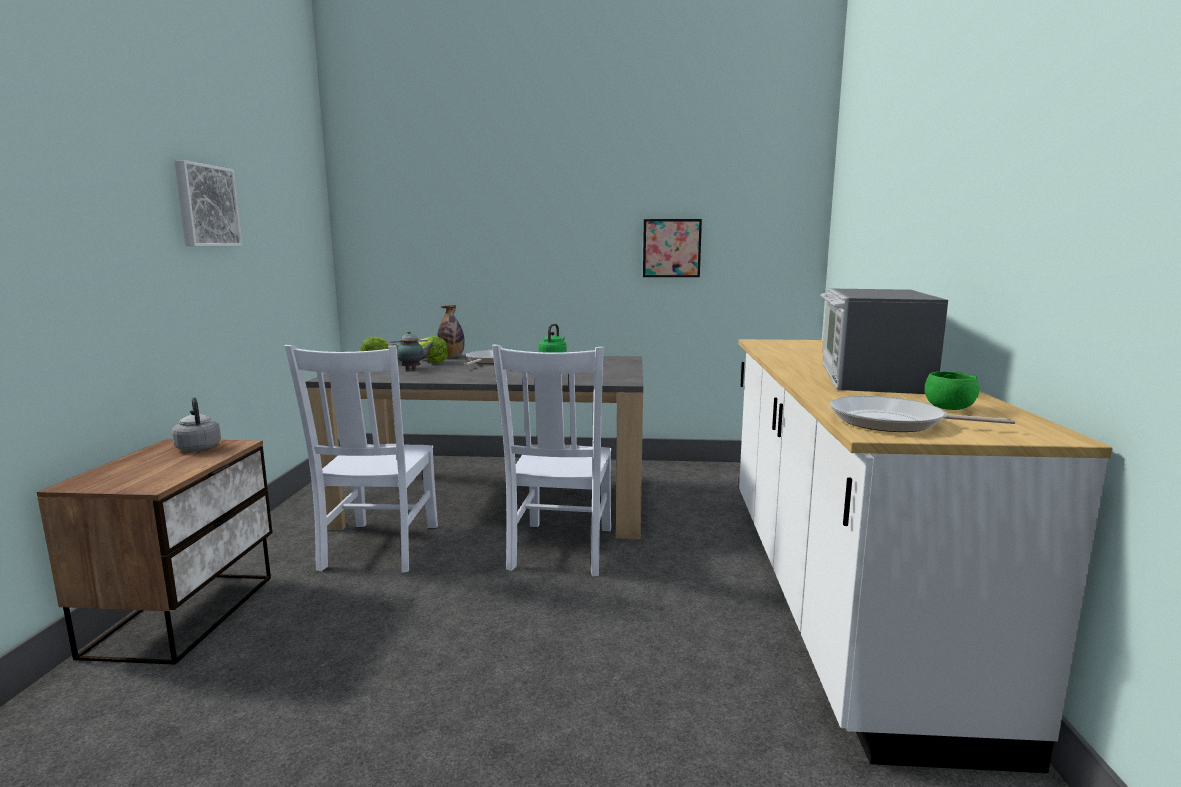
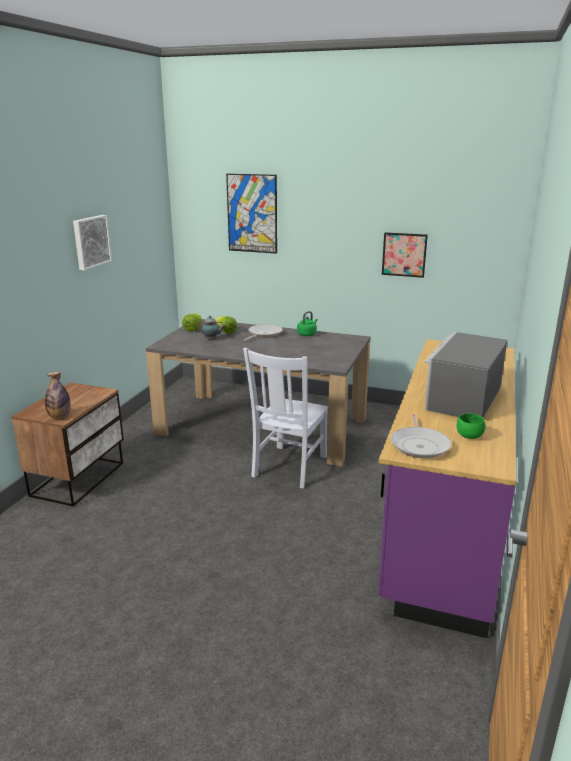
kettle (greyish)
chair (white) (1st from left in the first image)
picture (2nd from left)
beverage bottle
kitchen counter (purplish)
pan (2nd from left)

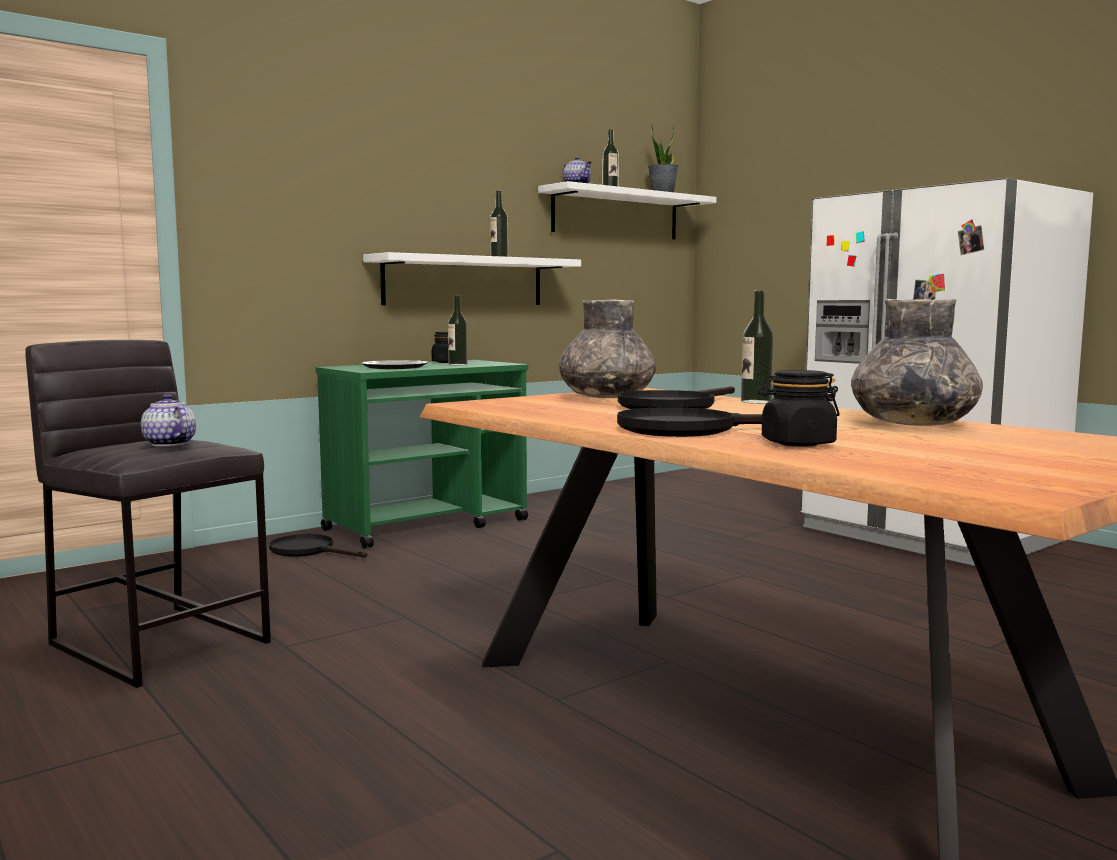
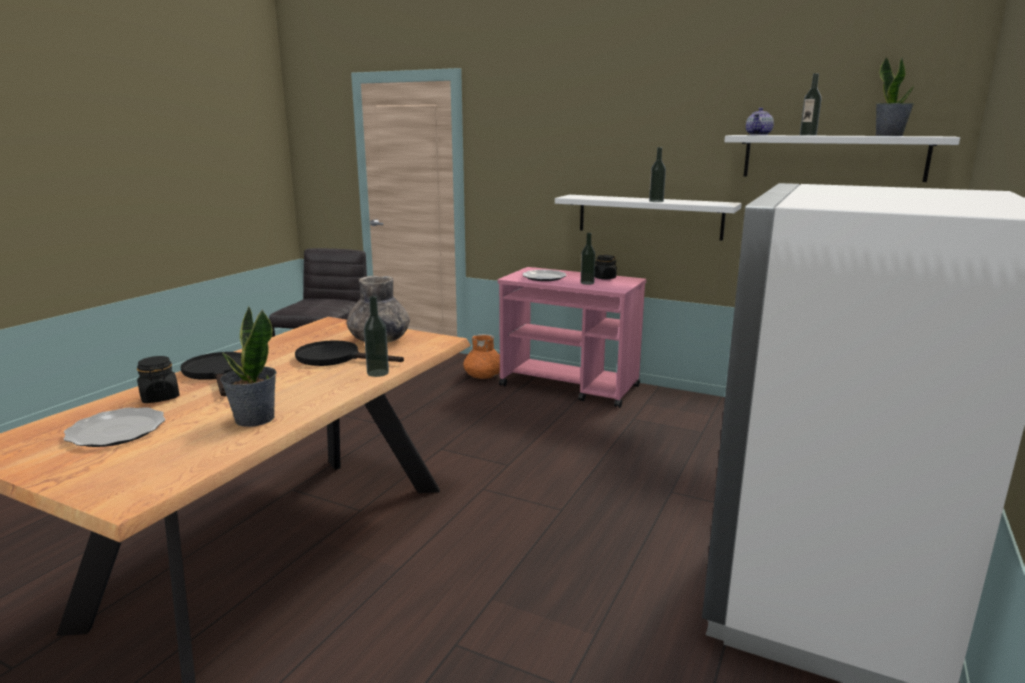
pot for tea (1st from left in the first image)
flat dish (1st from left)
vase (orange)
houseplant (1st from left)
cart (pink-coloured)

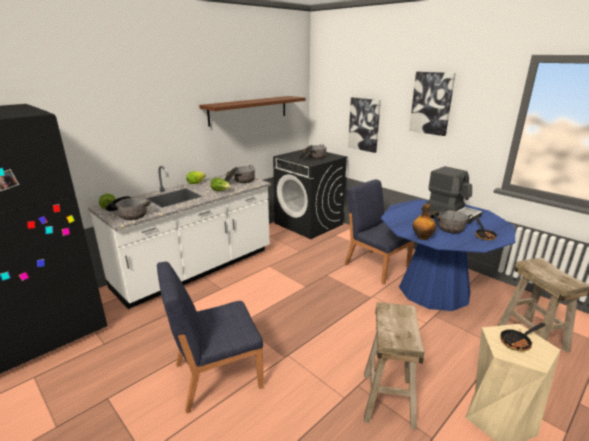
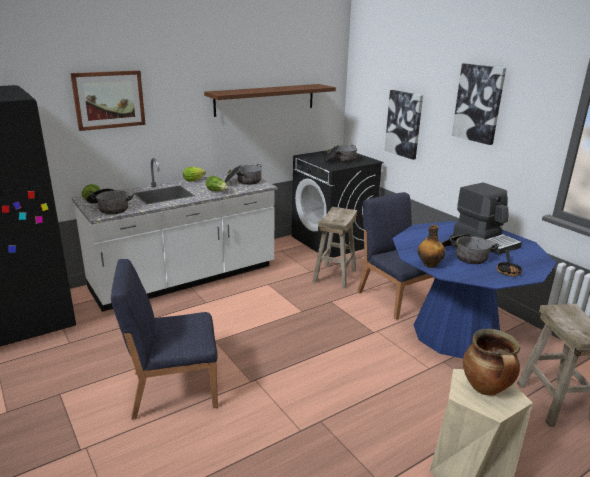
picture (1st from left)
stool seat (beige) (1st from left)
stockpot (5th from left)

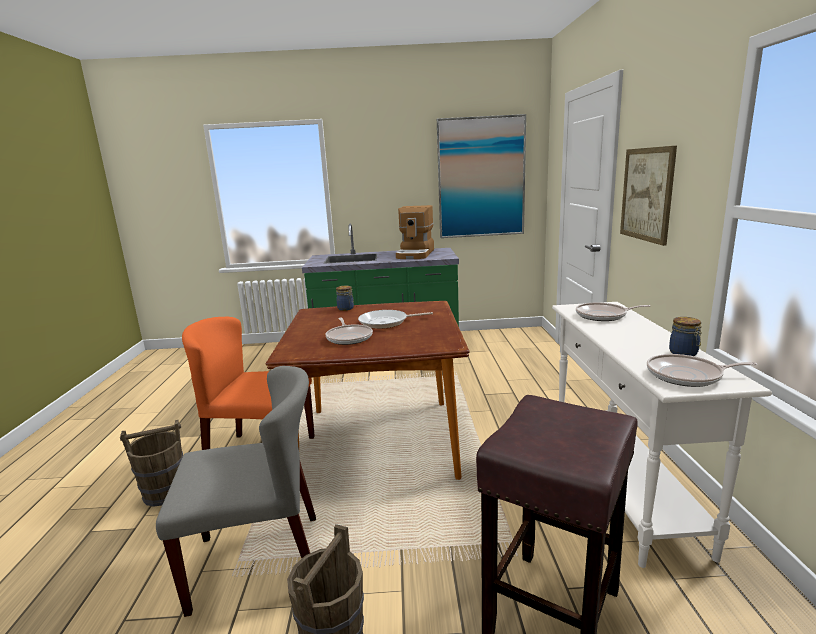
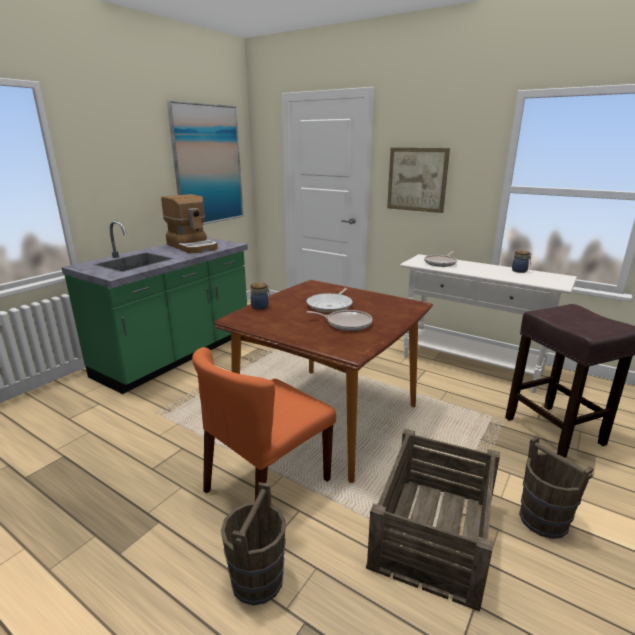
pan (4th from left in the first image)
crate

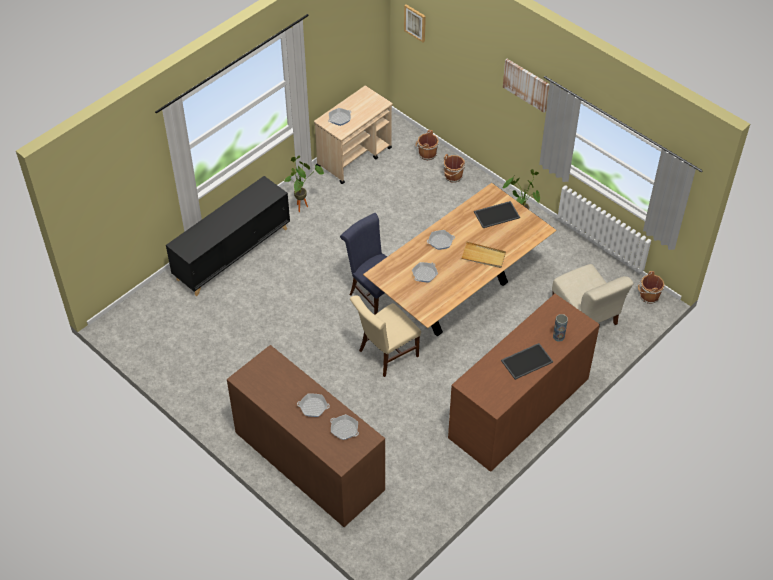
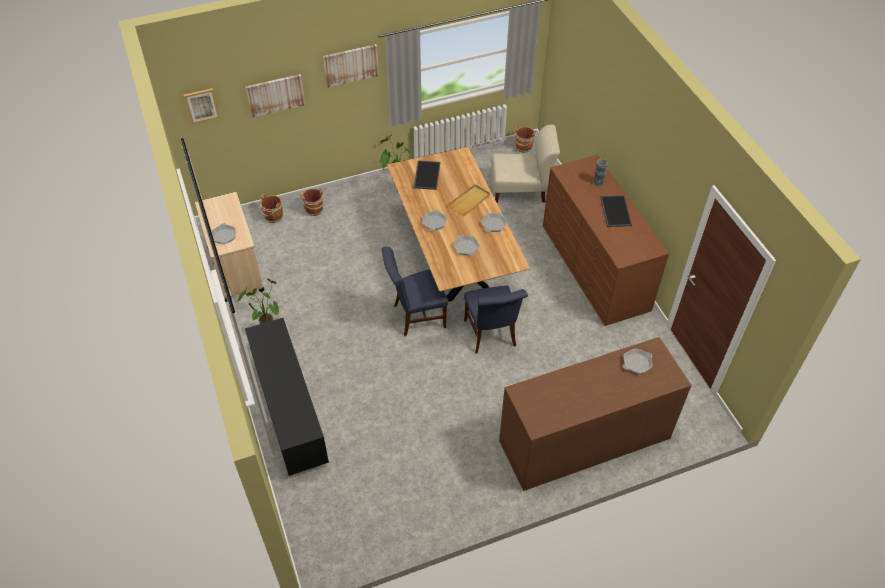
picture (2nd from left)
pan (4th from left)
chair (blue) (2nd from left)

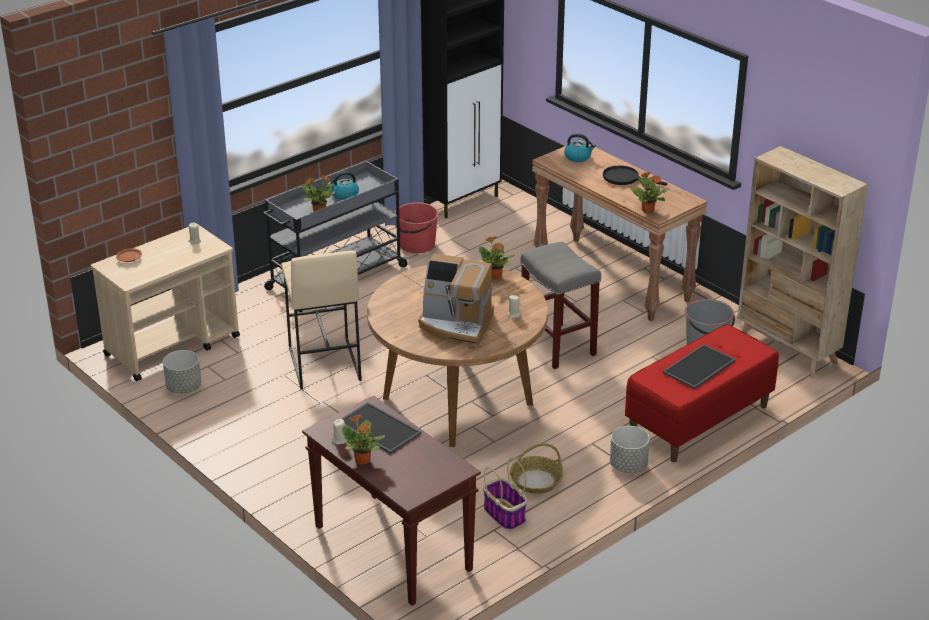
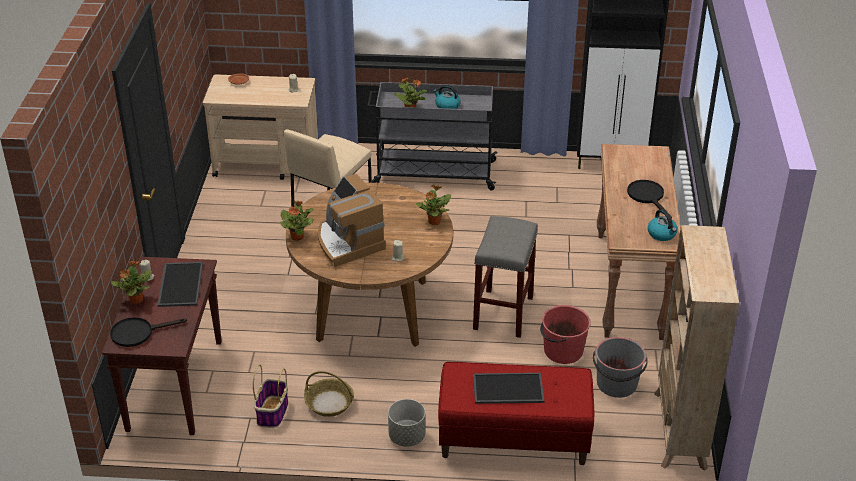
flower pot (greyish) (1st from left in the first image)
pan (blackish) (1st from left)
water bucket (red)
kettle (2nd from left)
houseplant (2nd from left)

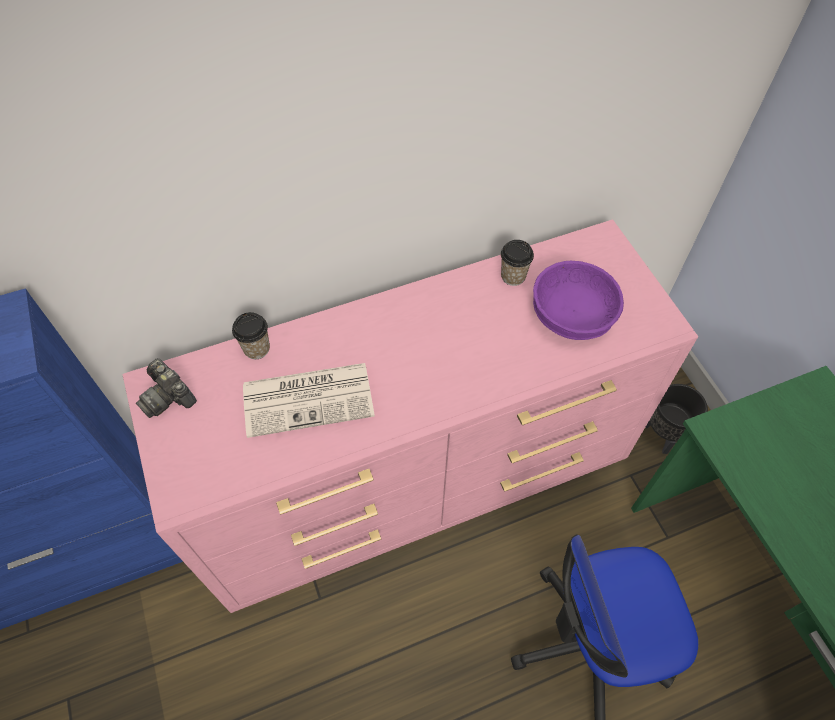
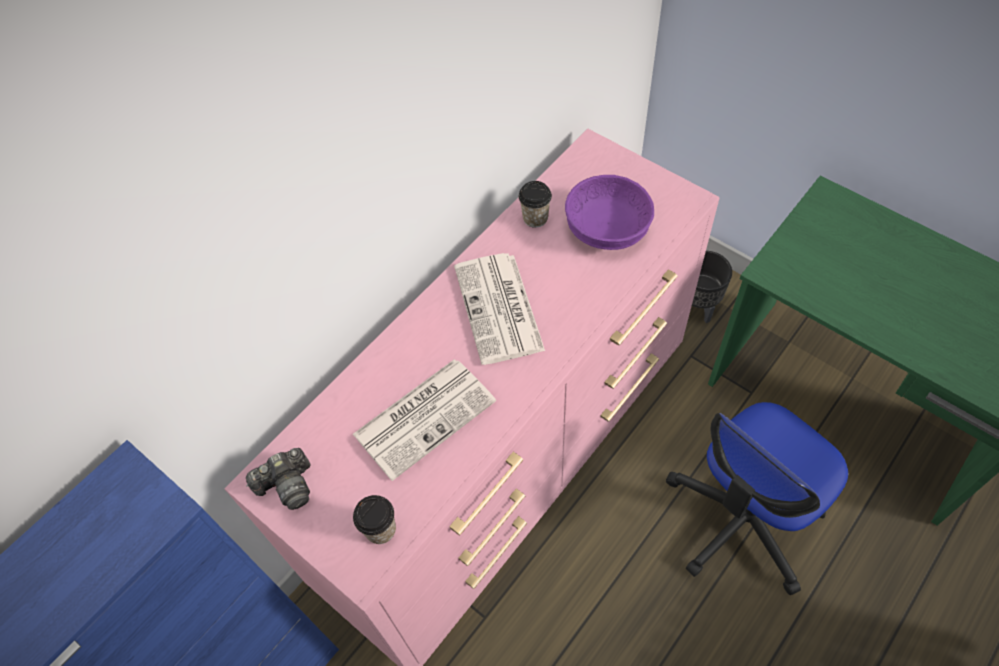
newspaper (2nd from left)
drinking cup (1st from left)
photo camera

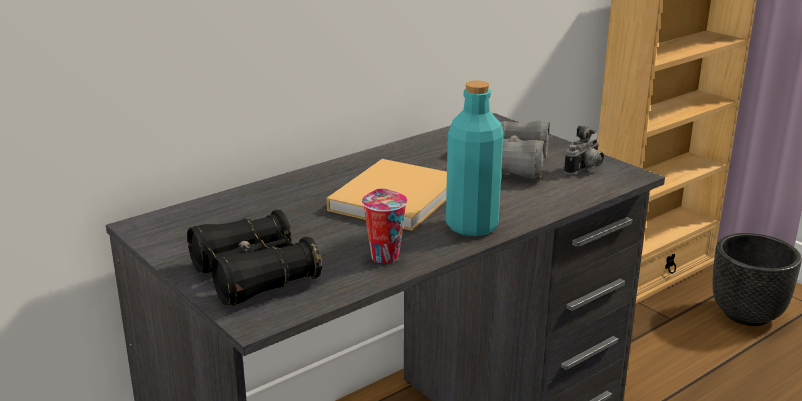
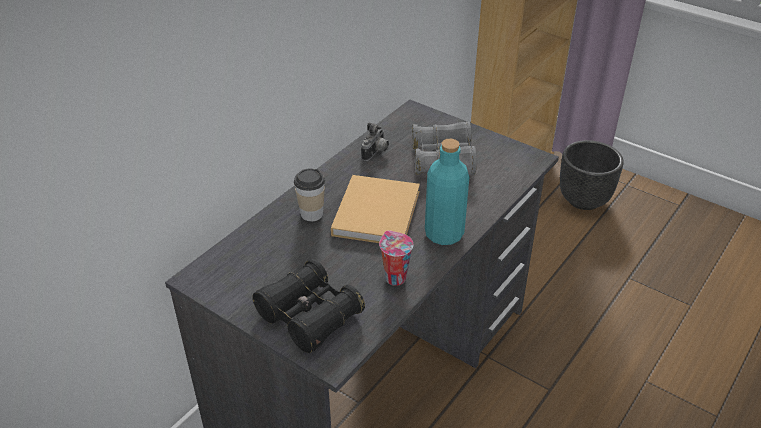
drinking cup (1st from left)
photo camera

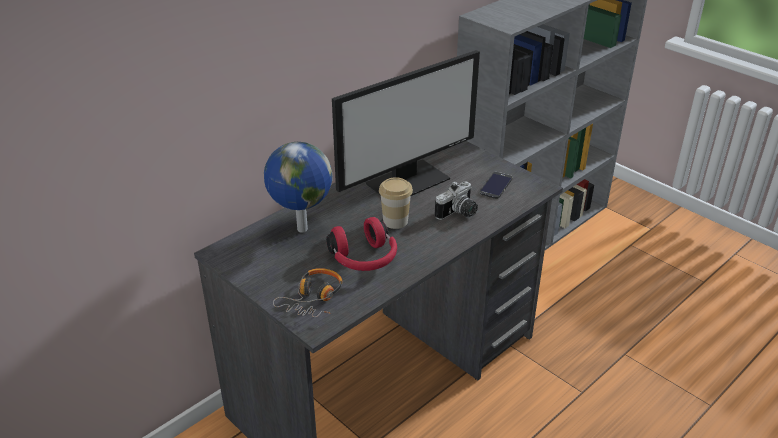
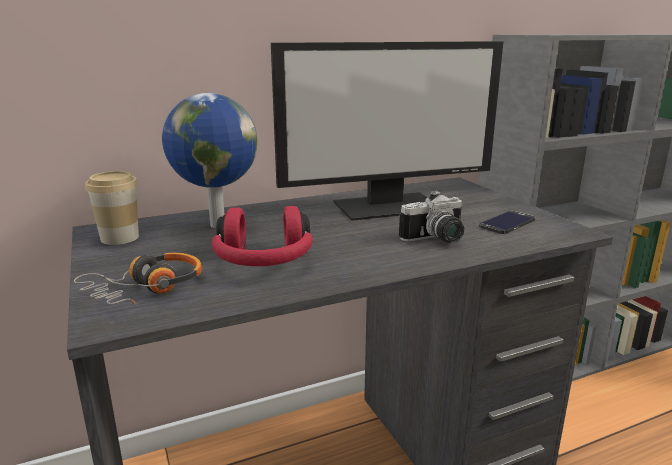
drinking cup

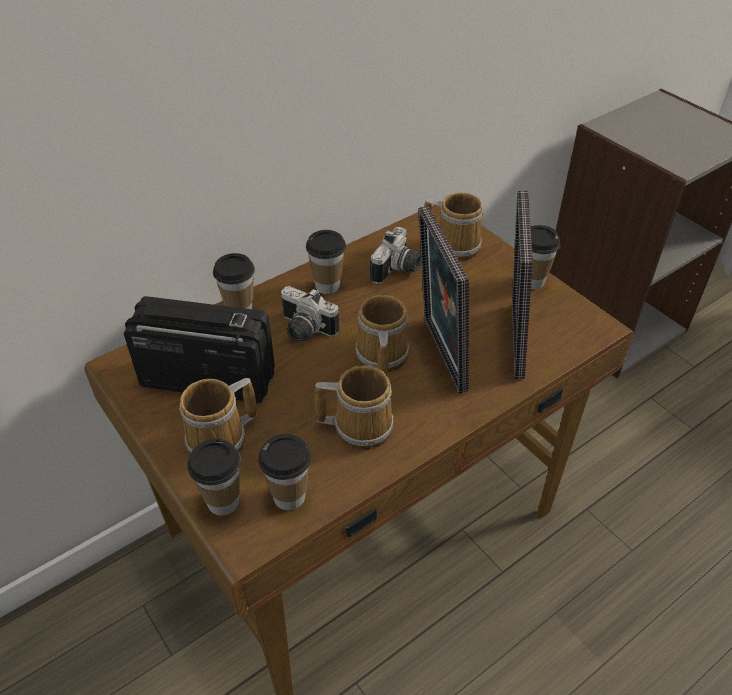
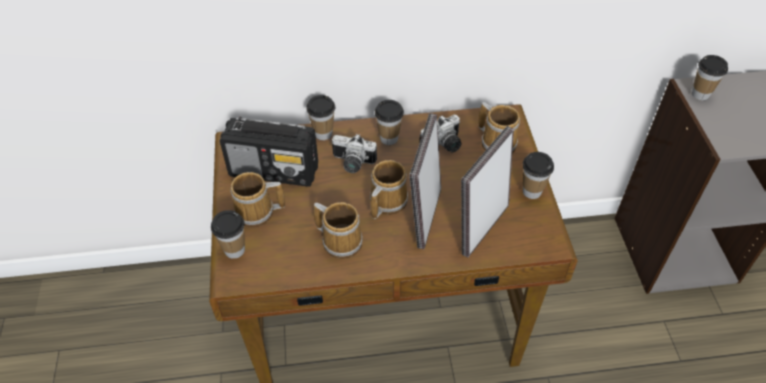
drinking cup (5th from left)
radio set
photo camera (1st from left)

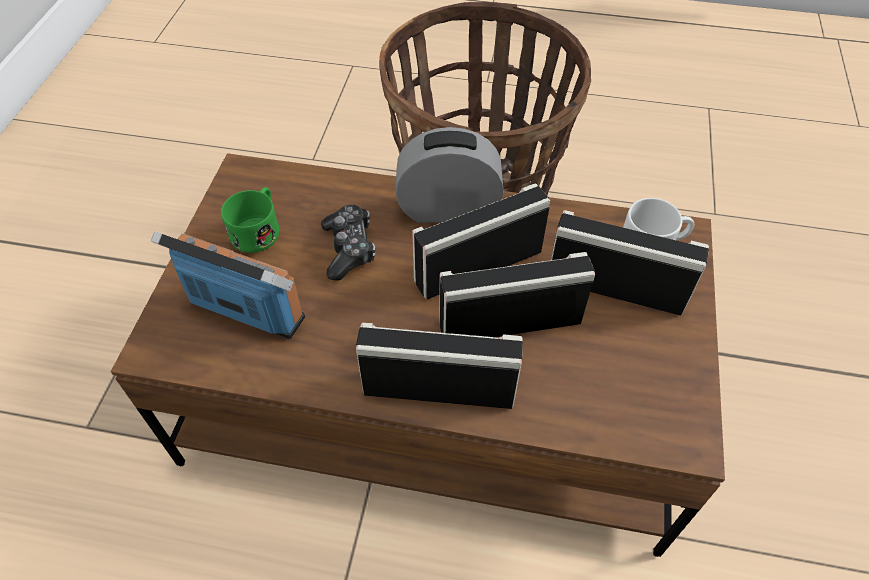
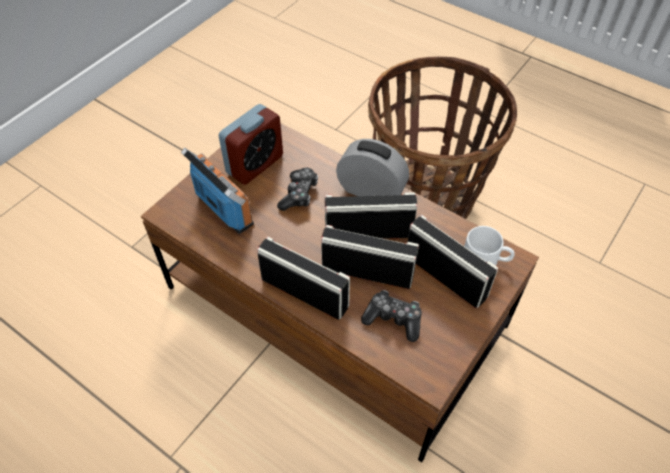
gamepad (2nd from left)
alarm clock (1st from left)

